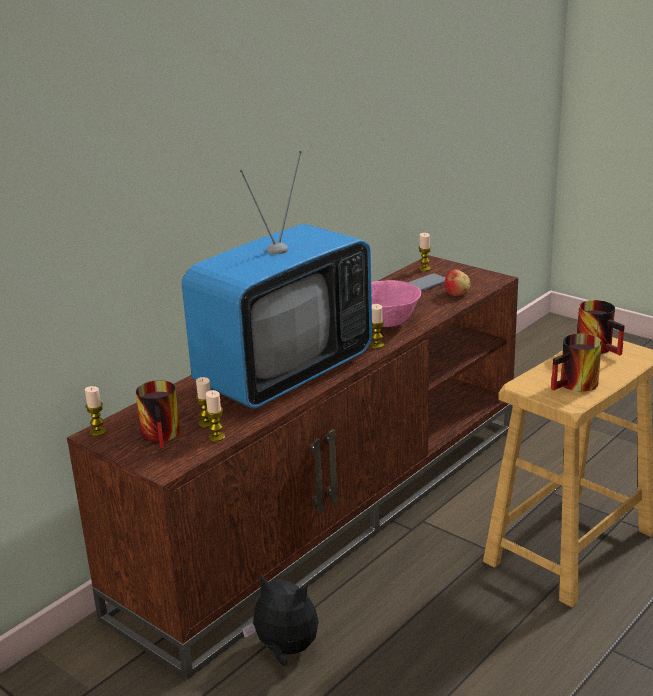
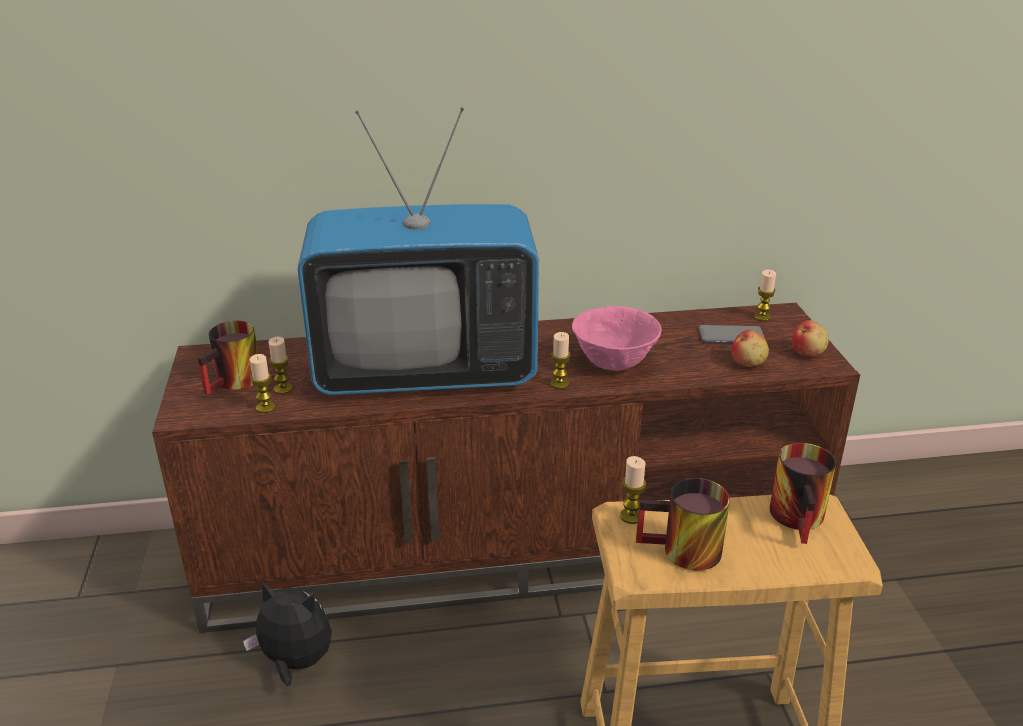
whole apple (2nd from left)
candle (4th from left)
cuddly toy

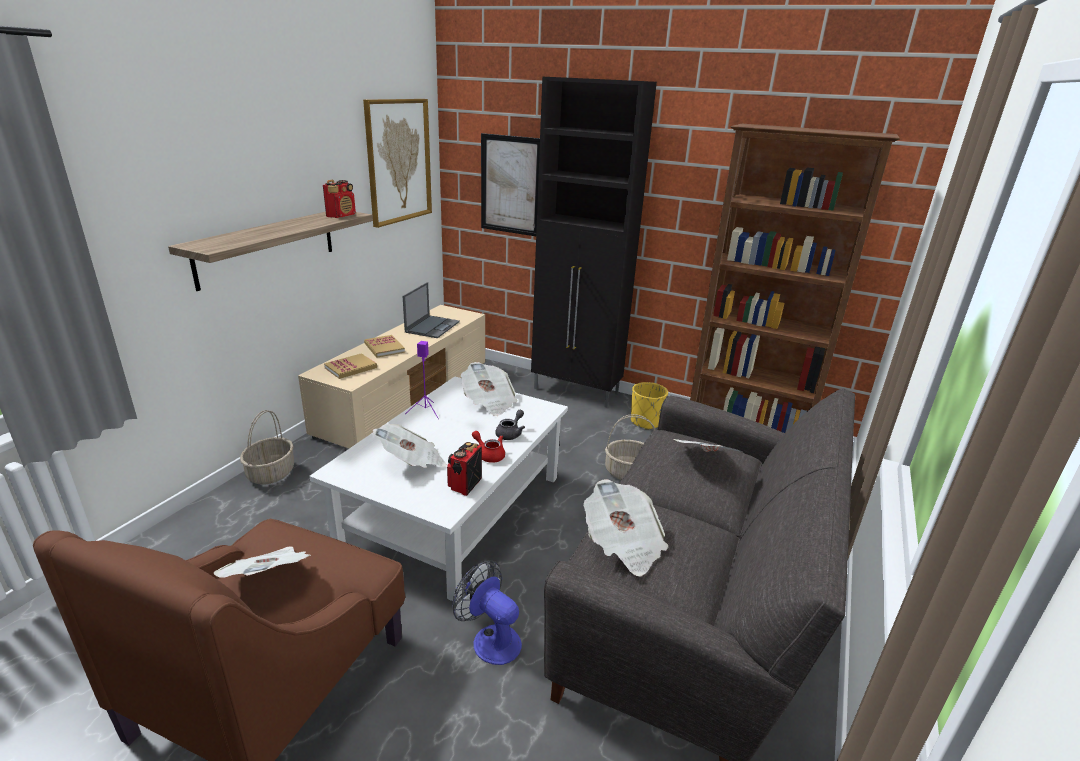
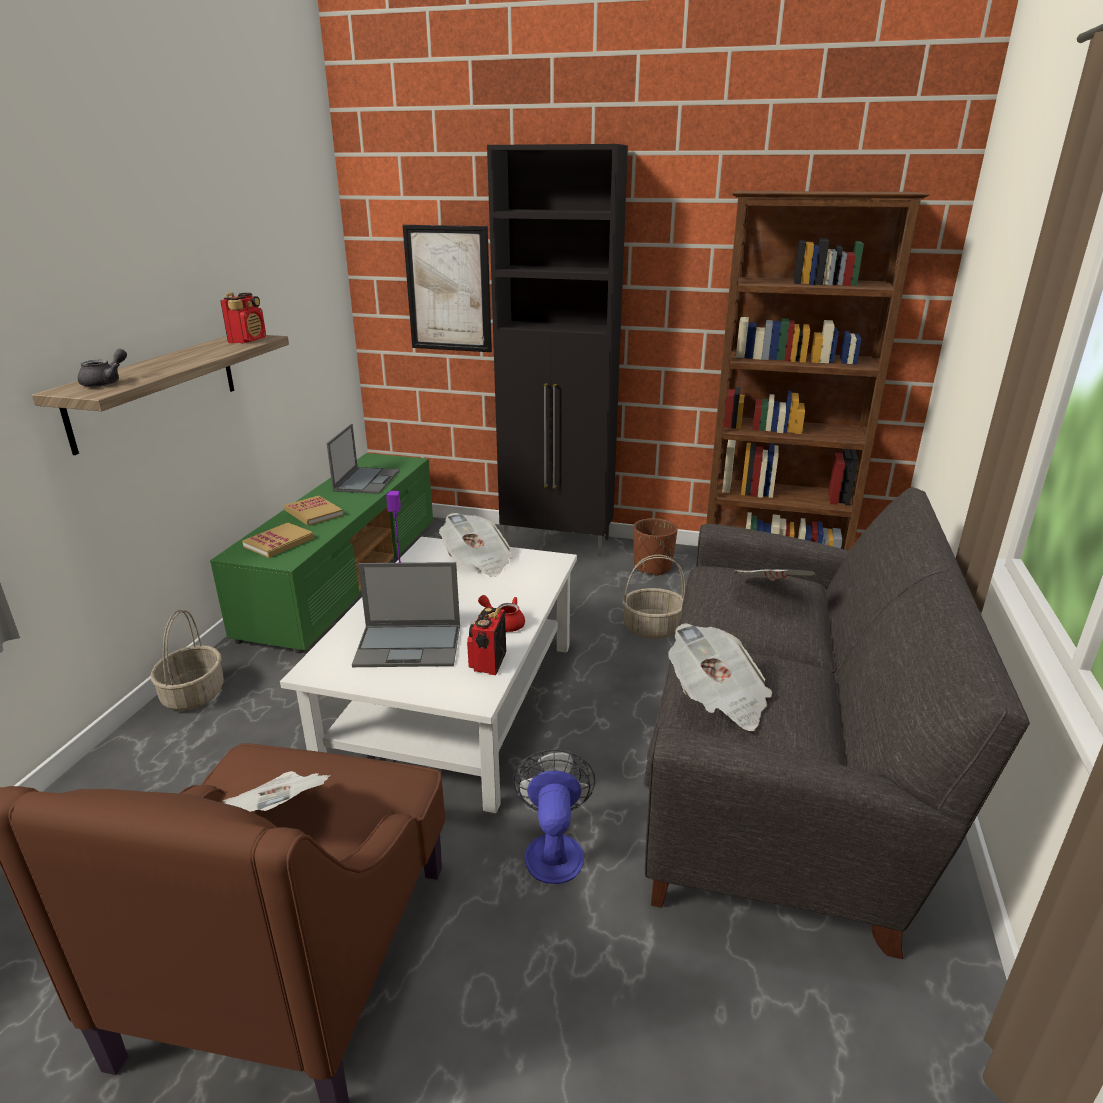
picture (1st from left in the first image)
pot for tea (greyish)
notebook computer (2nd from left)
tv unit (greenish)
flower pot (brown)
cooling fan

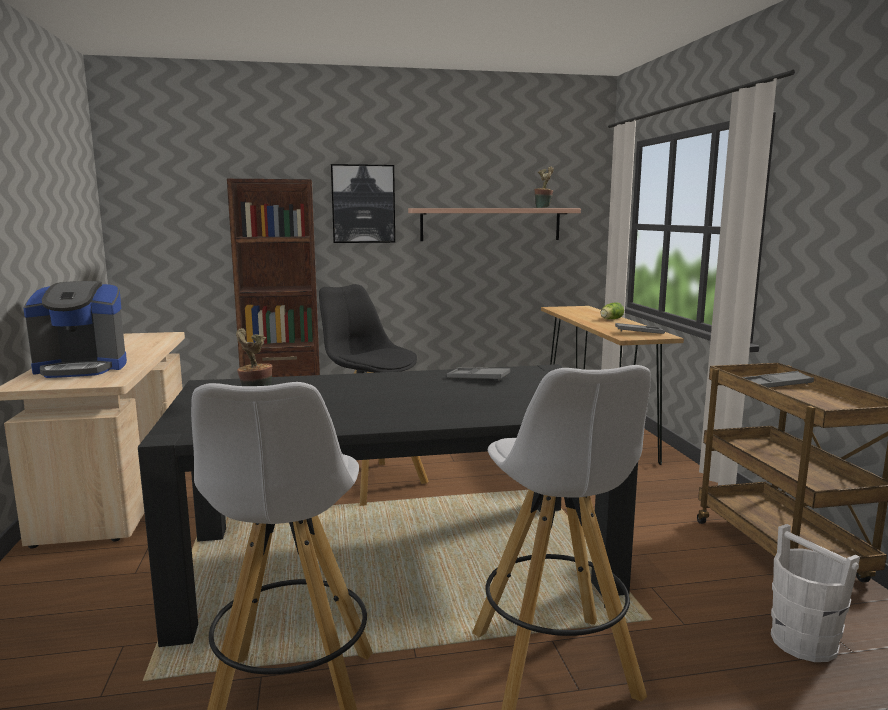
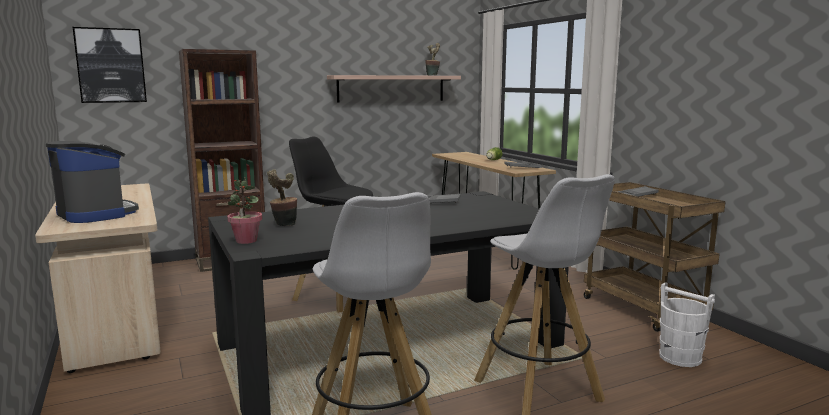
houseplant (1st from left)
picture
coffee machine

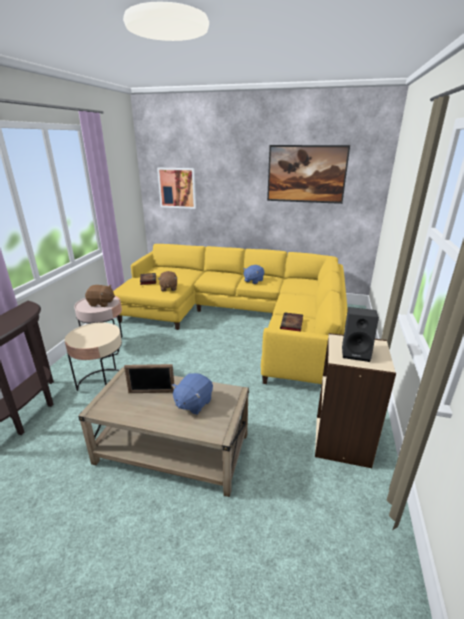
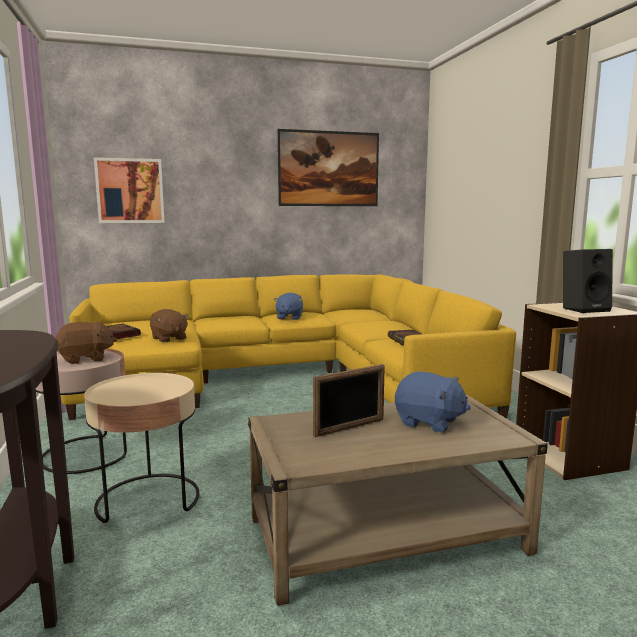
cuddly toy (blue) (2nd from left)

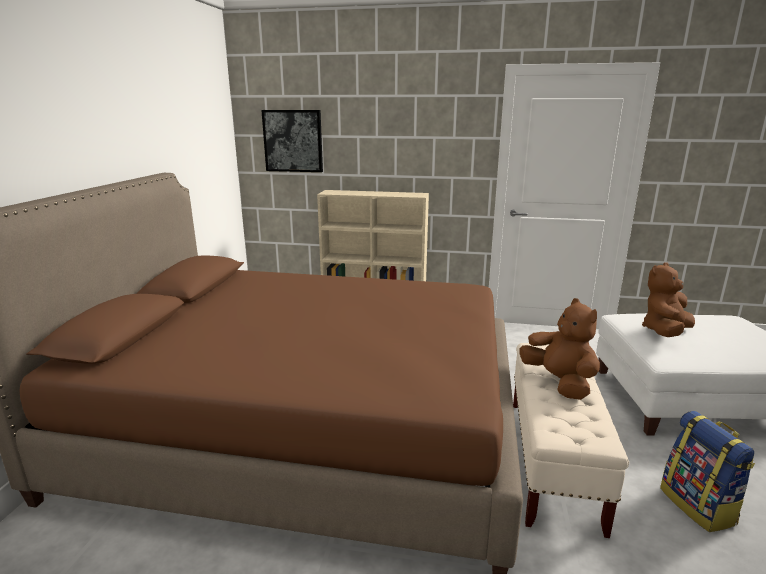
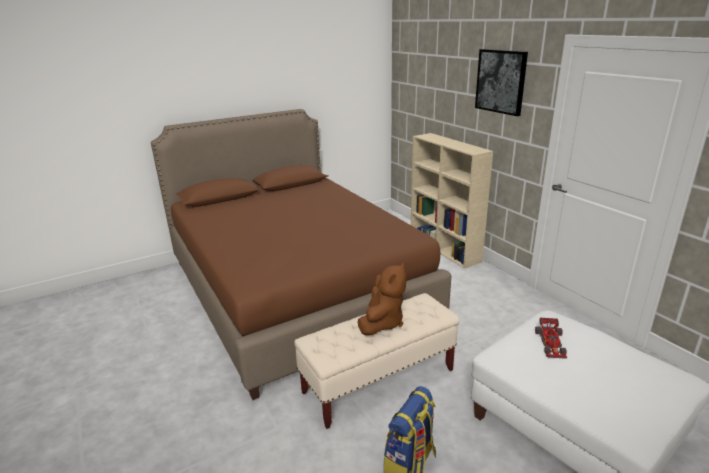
picture
model car

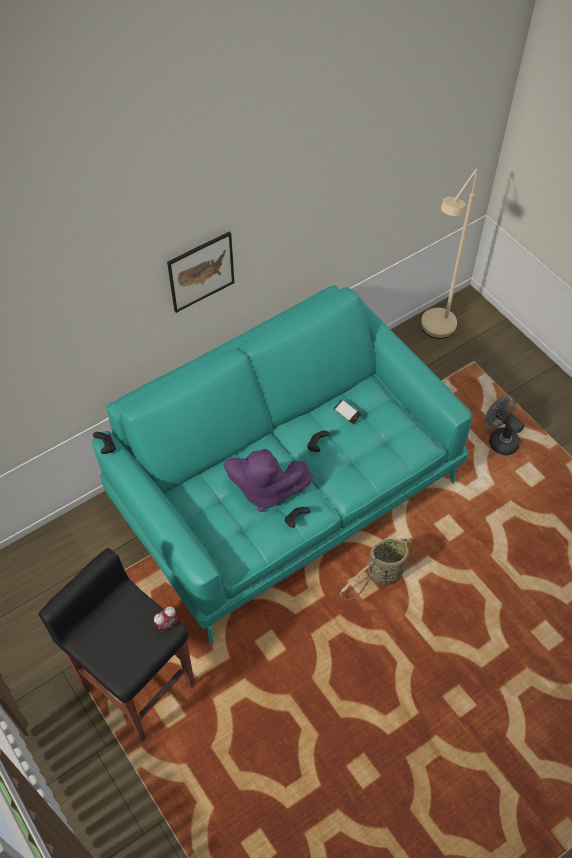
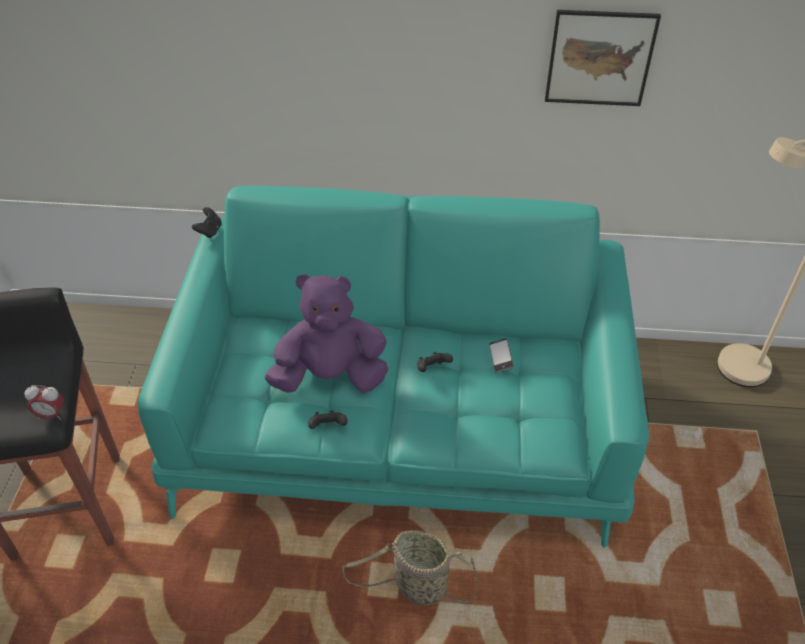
cooling fan (greyish)
picture
cuddly toy (purplish)

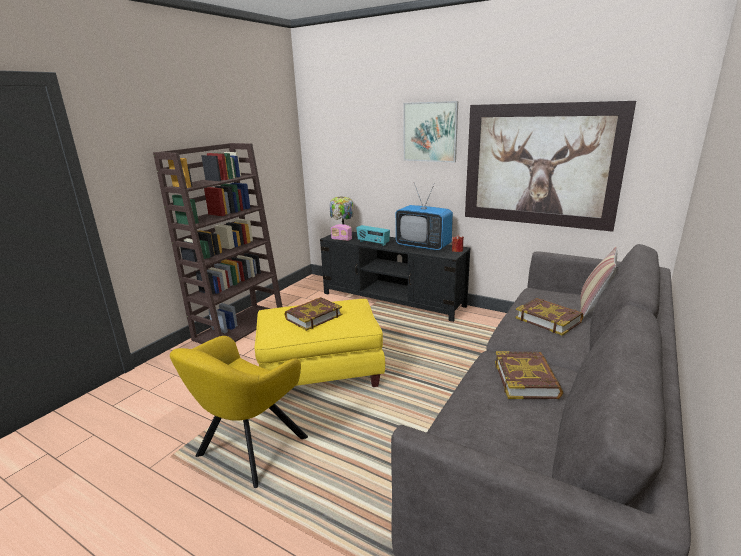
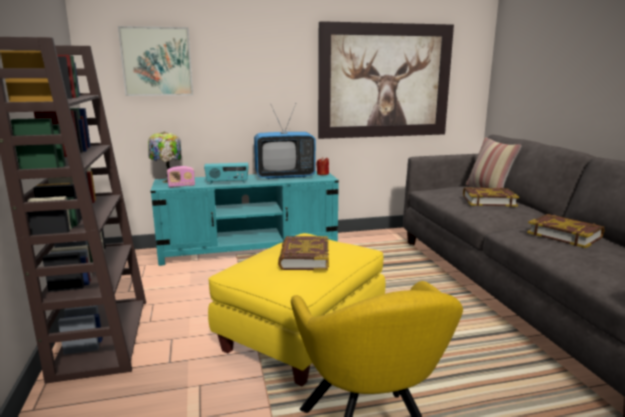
picture (1st from left)
tv unit (turquoise)

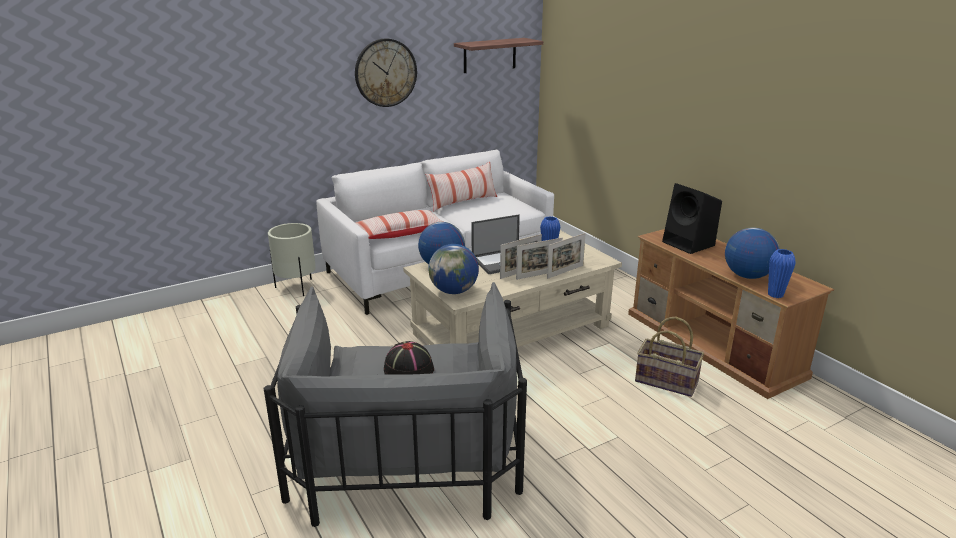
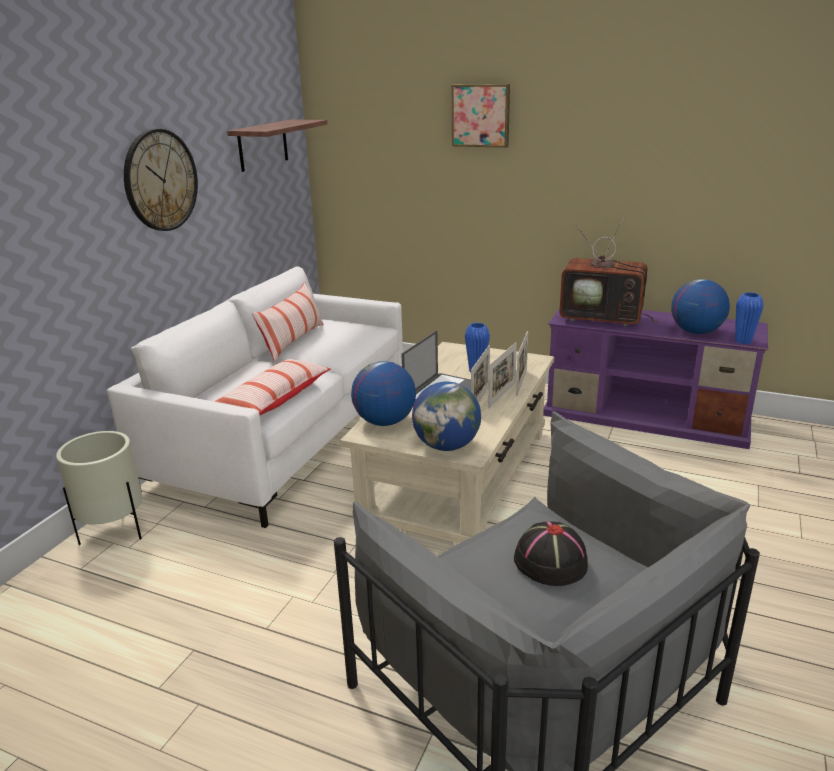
household basket
picture
TV set
tv unit (purplish)

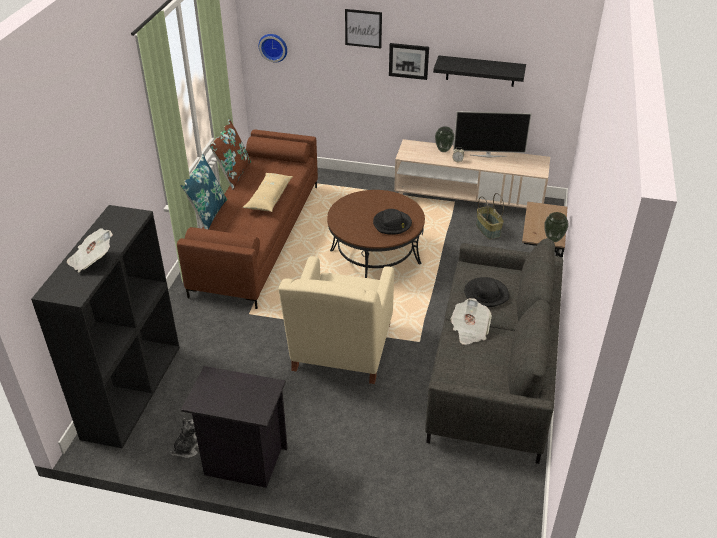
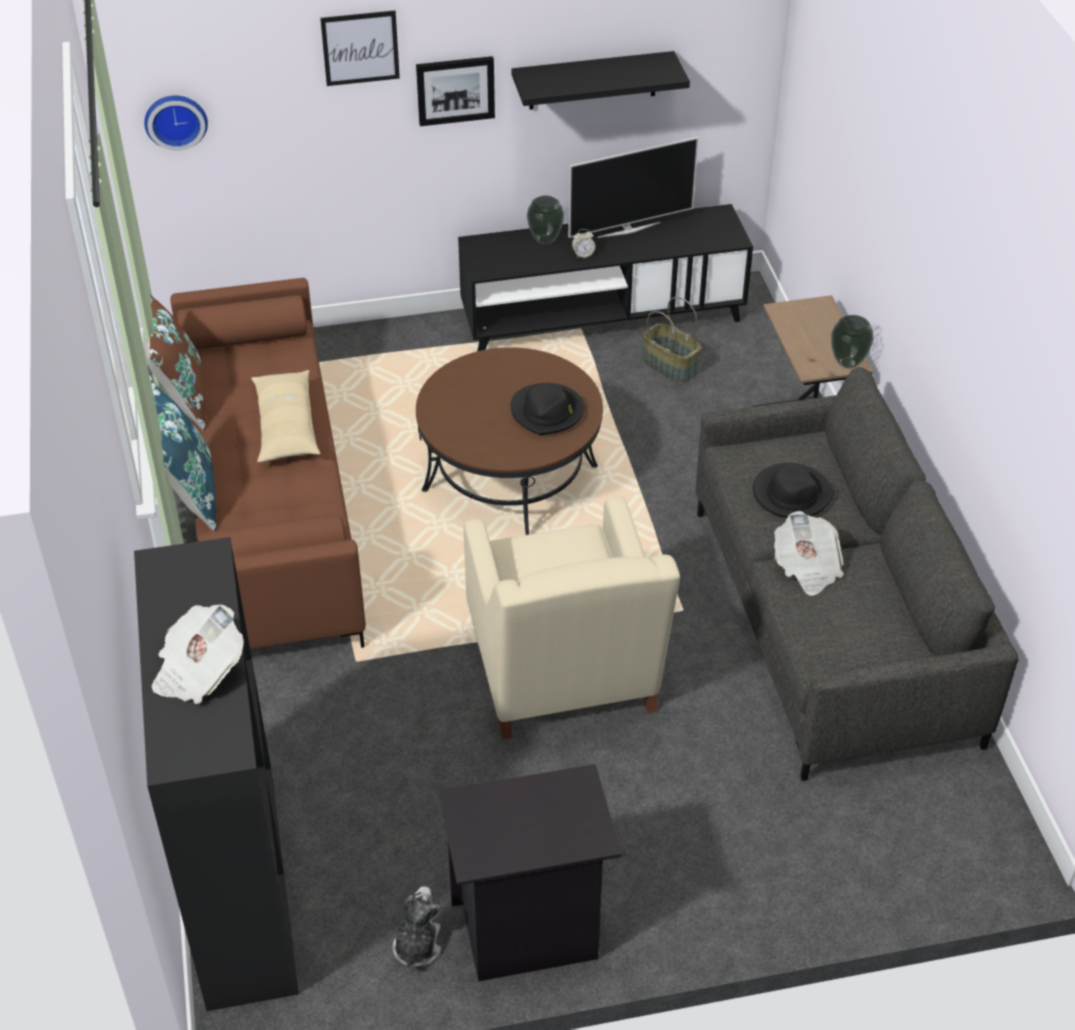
tv unit (blackish)

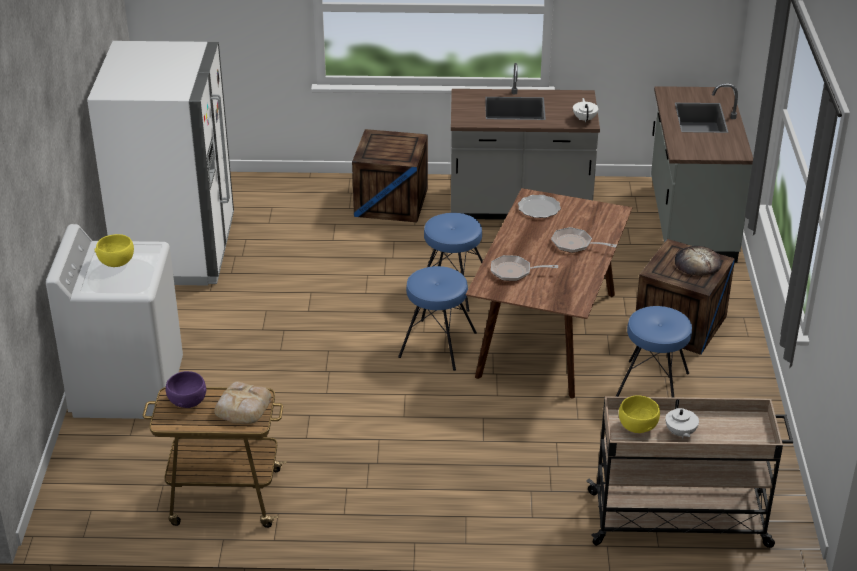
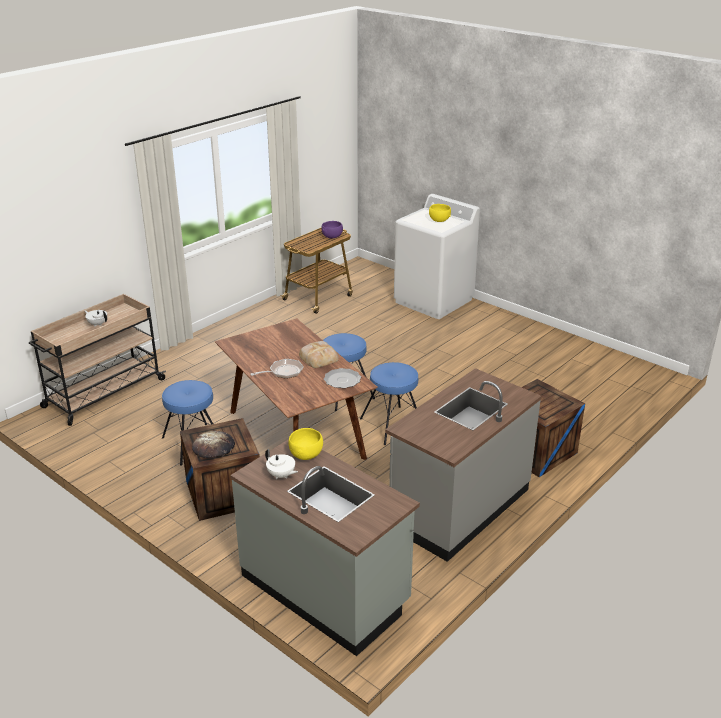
kitchen fridge (white)
pan (1st from left in the first image)
baked bread (2nd from left)
pot for tea (white) (2nd from left)
serving bowl (yellow) (1st from left)

